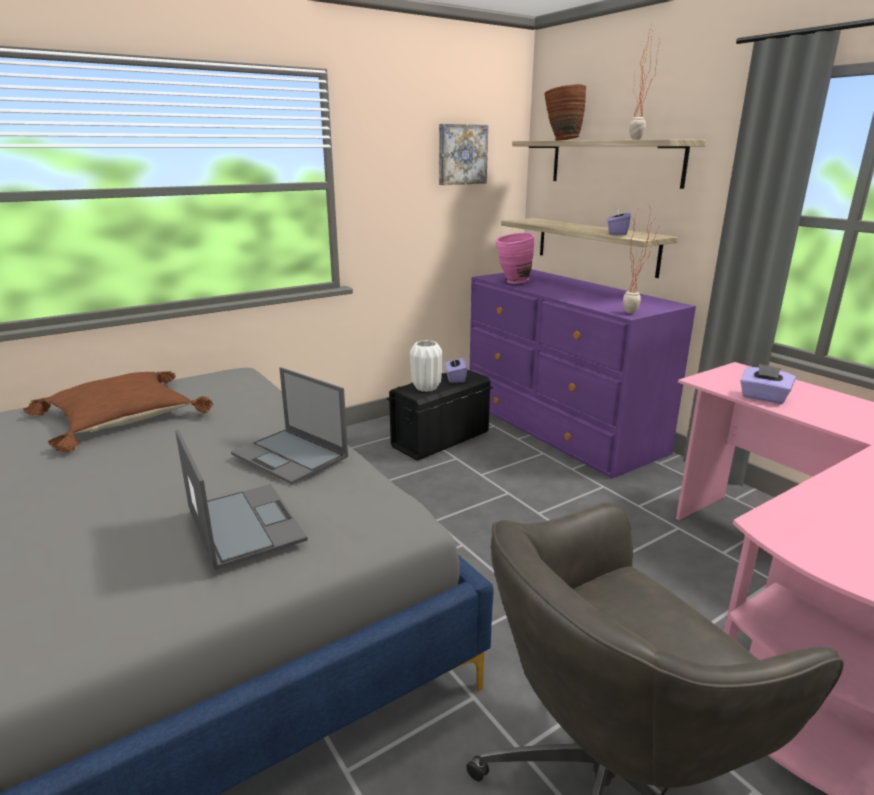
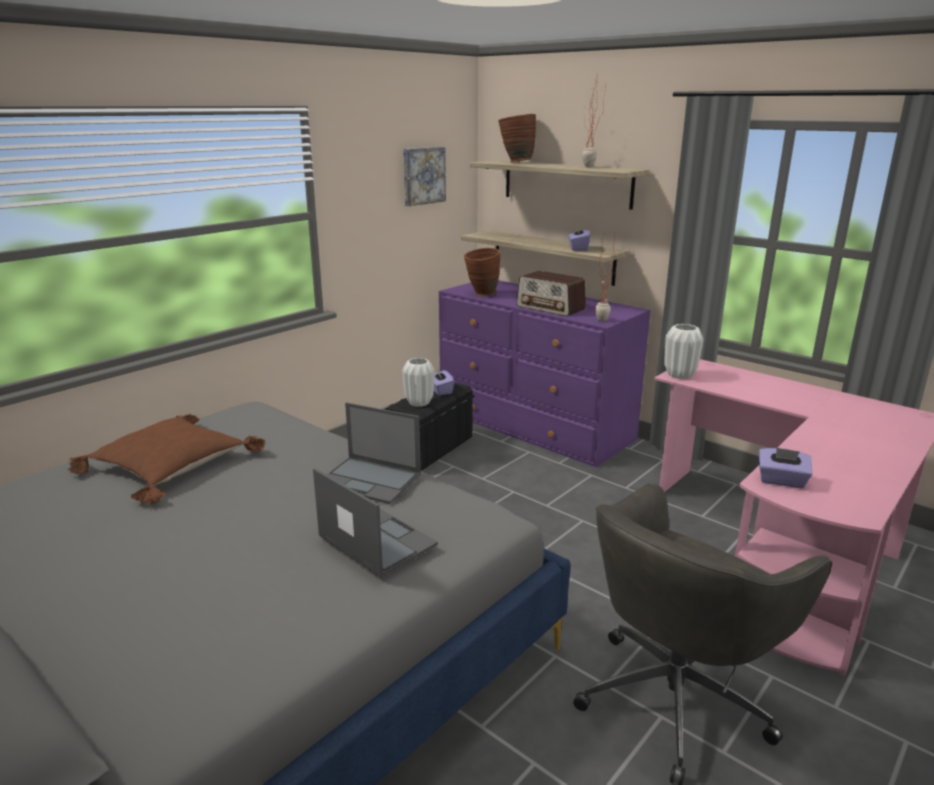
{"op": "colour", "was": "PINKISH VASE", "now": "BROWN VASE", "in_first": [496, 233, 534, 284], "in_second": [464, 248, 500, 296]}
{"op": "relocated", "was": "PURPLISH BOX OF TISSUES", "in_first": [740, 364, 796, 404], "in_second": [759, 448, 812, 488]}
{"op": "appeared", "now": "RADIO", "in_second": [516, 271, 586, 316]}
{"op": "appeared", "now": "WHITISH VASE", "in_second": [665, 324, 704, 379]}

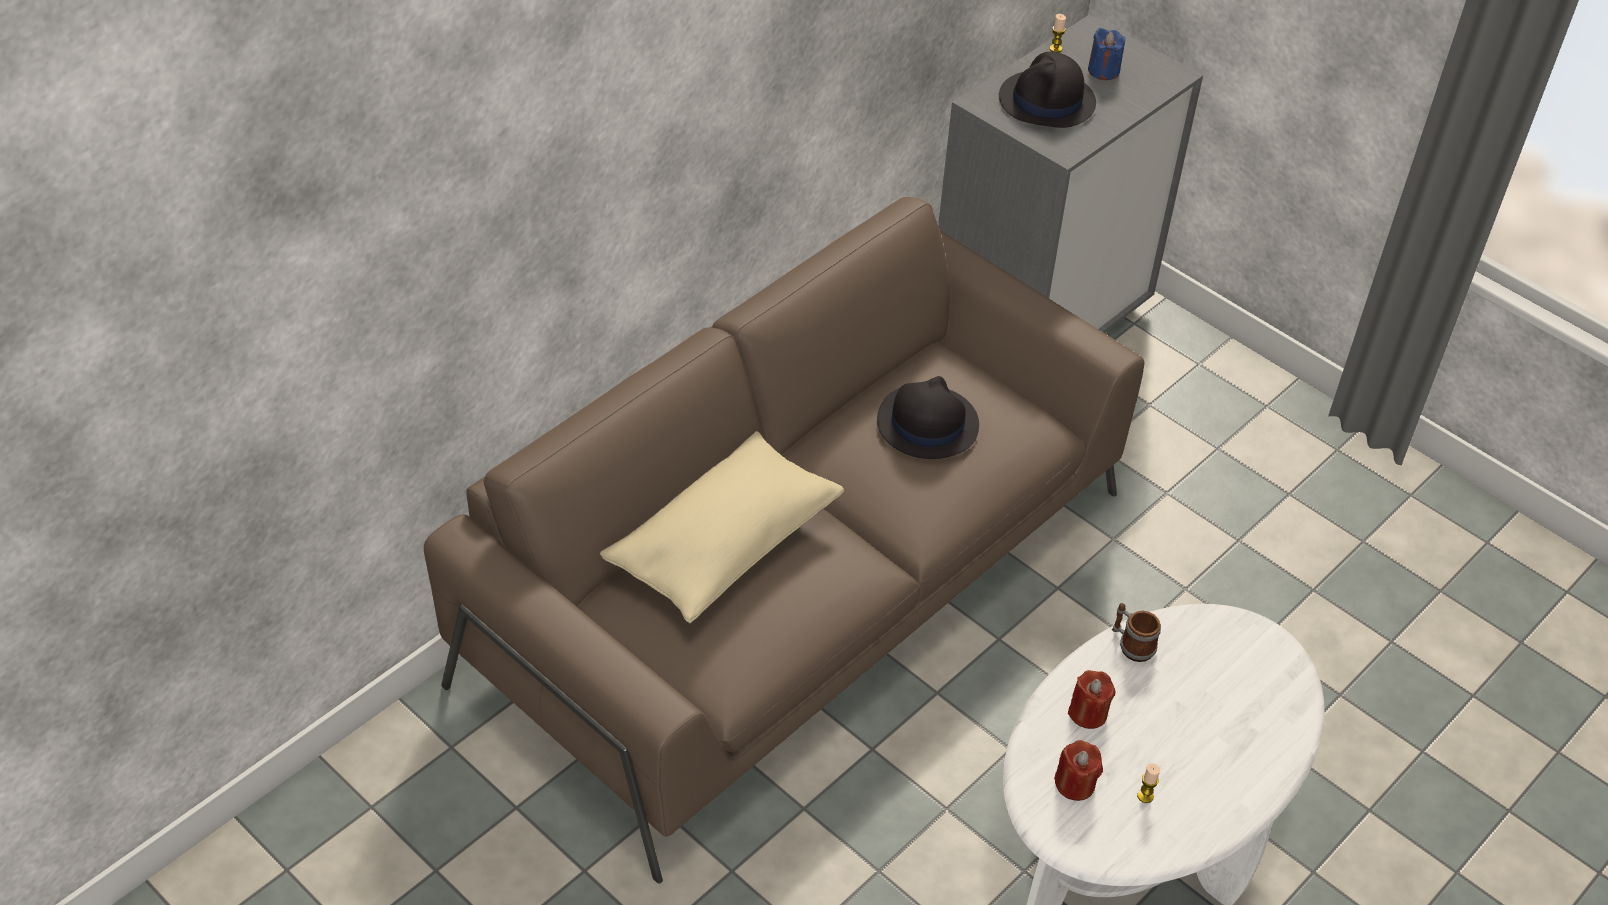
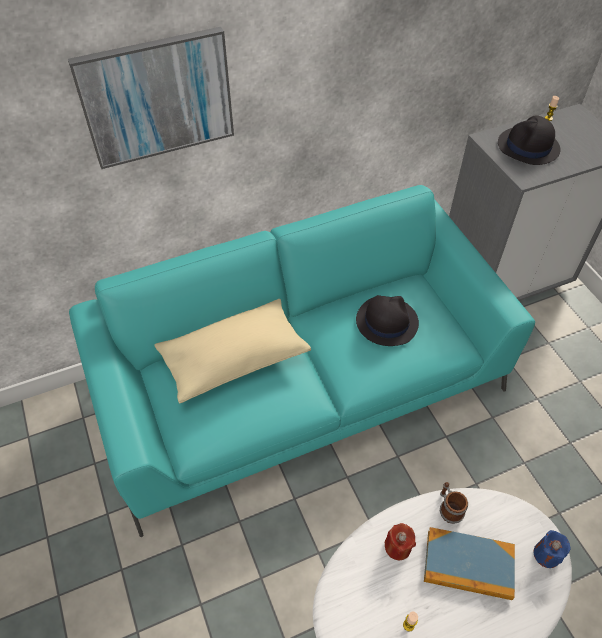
{"op": "colour", "was": "BROWN COUCH", "now": "TURQUOISE COUCH", "in_first": [424, 197, 1144, 884], "in_second": [69, 185, 535, 537]}
{"op": "missing", "was": "REDDISH WAX CANDLE", "in_first": [1054, 740, 1103, 801]}
{"op": "relocated", "was": "BLUE-COLOURED WAX CANDLE", "in_first": [1088, 28, 1125, 80], "in_second": [534, 530, 571, 568]}
{"op": "appeared", "now": "WALL PICTURE", "in_second": [68, 27, 234, 169]}
{"op": "appeared", "now": "BOUND BOOK", "in_second": [424, 527, 515, 600]}

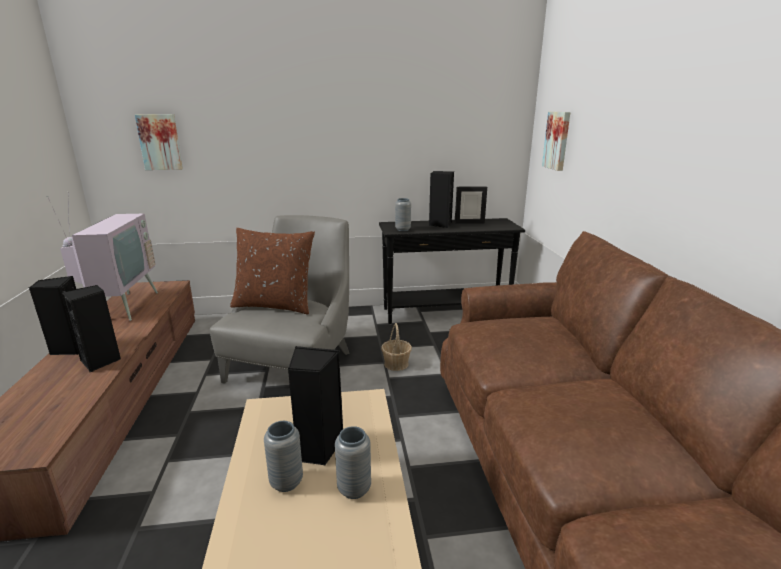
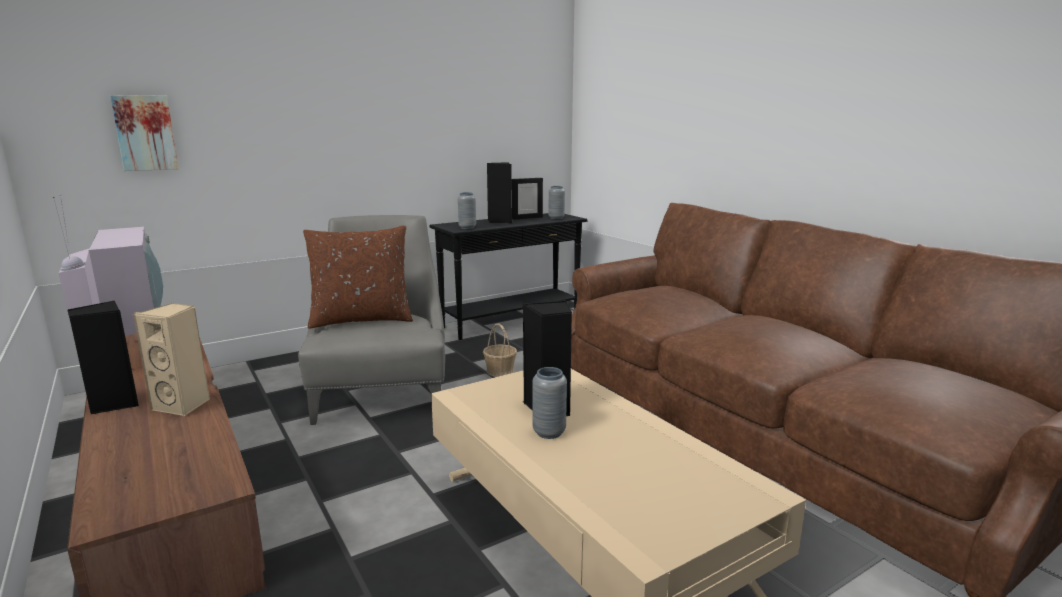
{"op": "colour", "was": "BLACK-COLOURED SPEAKER", "now": "SAND-COLOURED SPEAKER", "in_first": [61, 285, 121, 372], "in_second": [133, 303, 210, 417]}
{"op": "relocated", "was": "GREY VASE", "in_first": [335, 426, 371, 499], "in_second": [549, 186, 565, 219]}
{"op": "missing", "was": "WALL PICTURE", "in_first": [542, 112, 570, 171]}

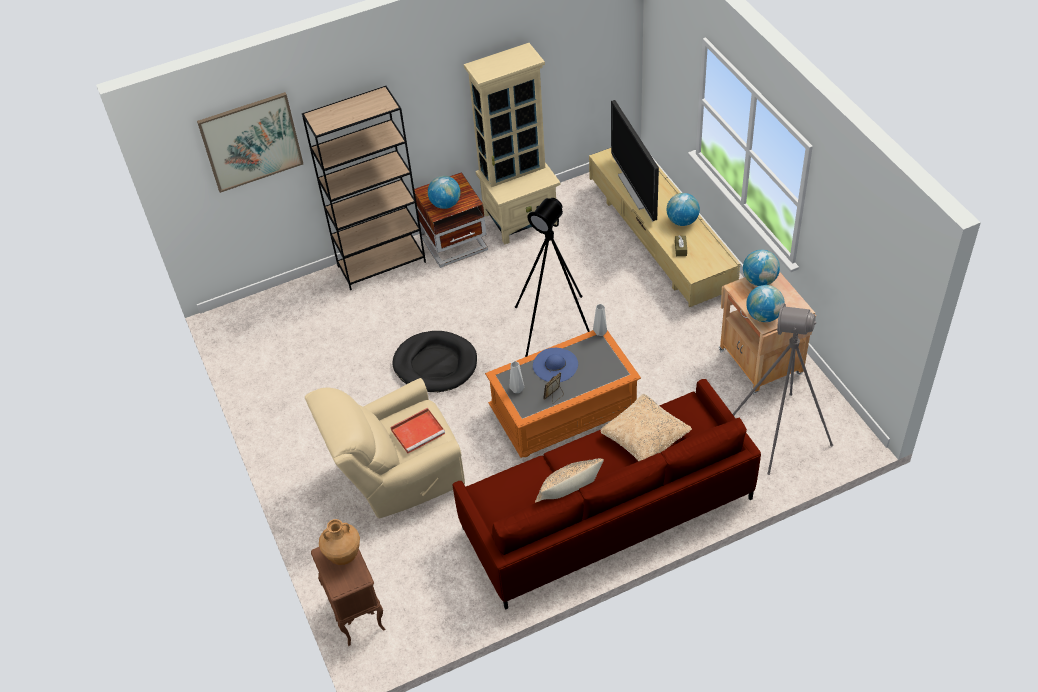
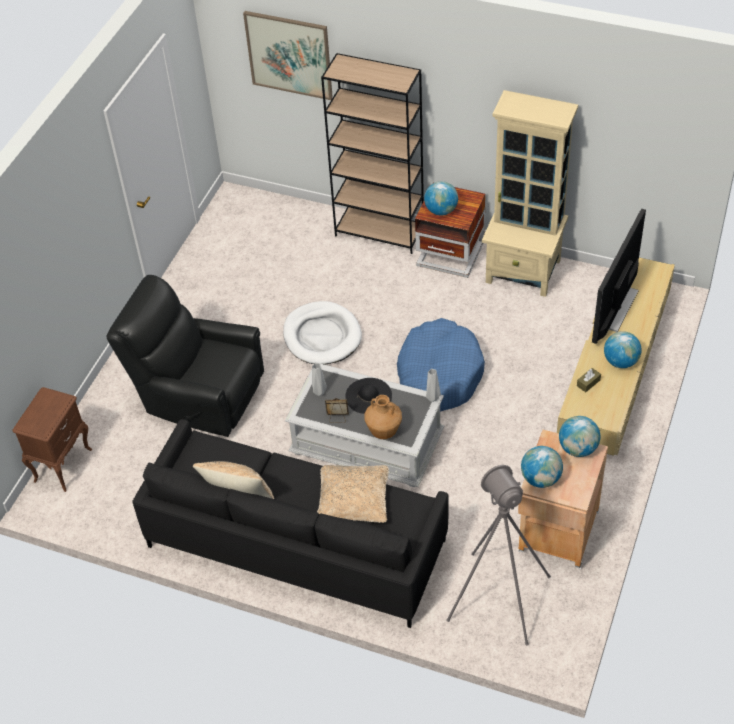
{"op": "colour", "was": "SAND-COLOURED EASY CHAIR", "now": "BLACK-COLOURED EASY CHAIR", "in_first": [305, 378, 465, 519], "in_second": [106, 275, 264, 437]}
{"op": "relocated", "was": "BROWN VASE", "in_first": [319, 519, 360, 565], "in_second": [364, 395, 402, 439]}
{"op": "missing", "was": "REDDISH CARRYING TRAY", "in_first": [390, 408, 445, 453]}
{"op": "colour", "was": "BLACK-COLOURED DOG CUSHION", "now": "WHITISH DOG CUSHION", "in_first": [392, 331, 477, 392], "in_second": [283, 301, 362, 364]}
{"op": "colour", "was": "REDDISH COUCH", "now": "BLACK-COLOURED COUCH", "in_first": [453, 379, 761, 610], "in_second": [132, 419, 448, 628]}
{"op": "colour", "was": "ORANGE-COLOURED COFFEE TABLE", "now": "WHITISH COFFEE TABLE", "in_first": [485, 330, 641, 458], "in_second": [285, 362, 445, 487]}
{"op": "exchanged", "was": "BLACK-COLOURED STANDING LAMP", "now": "BLUE-COLOURED DOG CUSHION", "in_first": [515, 198, 590, 357], "in_second": [397, 318, 485, 412]}
{"op": "colour", "was": "BLUE-COLOURED HAT", "now": "BLACK-COLOURED HAT", "in_first": [533, 348, 578, 382], "in_second": [345, 378, 392, 414]}

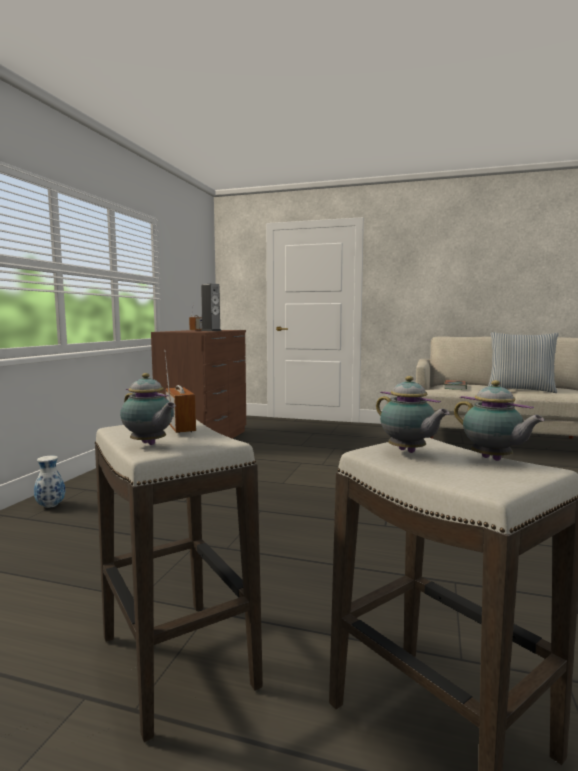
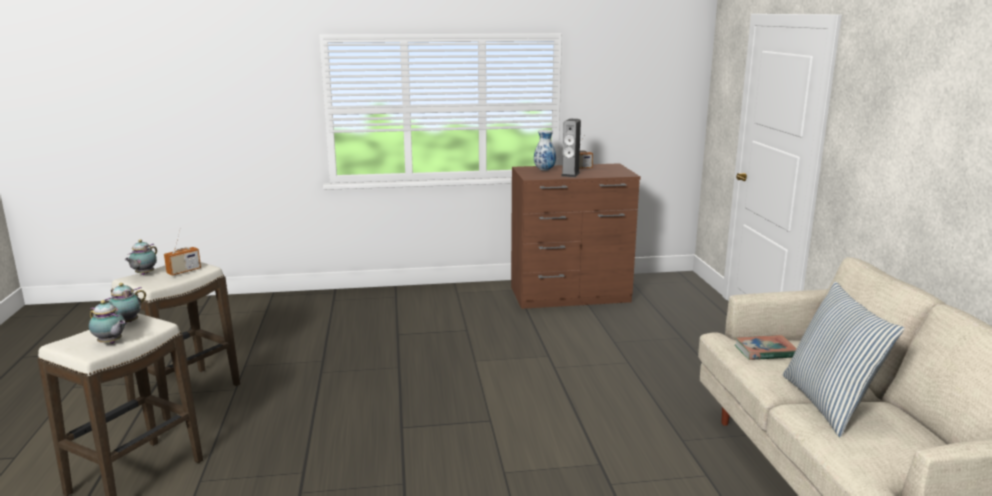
{"op": "relocated", "was": "VASE", "in_first": [34, 456, 65, 508], "in_second": [534, 130, 556, 171]}
{"op": "spun", "was": "TEAPOT", "in_first": [454, 380, 545, 461], "in_second": [89, 300, 125, 344], "clockwise": -90}

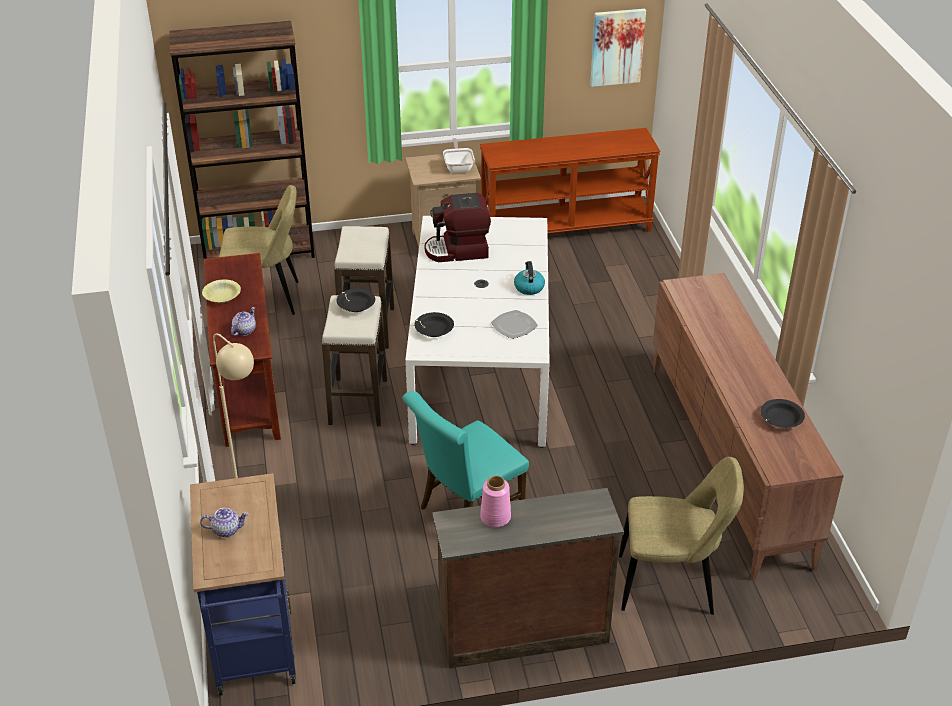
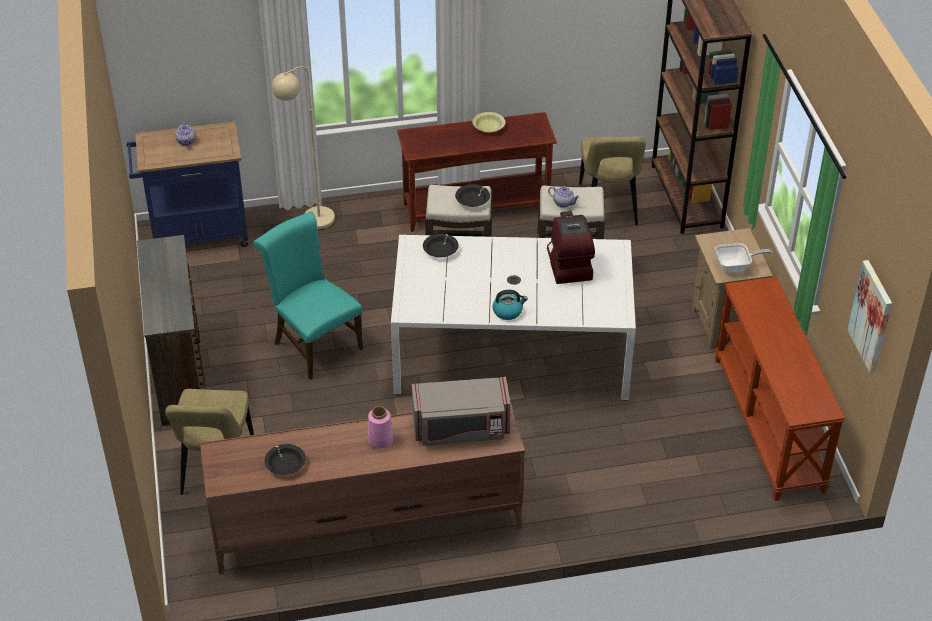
{"op": "relocated", "was": "TEAPOT", "in_first": [231, 307, 256, 336], "in_second": [548, 186, 580, 208]}
{"op": "relocated", "was": "PINKISH VASE", "in_first": [480, 476, 511, 527], "in_second": [368, 406, 393, 448]}
{"op": "missing", "was": "FLAT DISH", "in_first": [491, 310, 538, 339]}
{"op": "appeared", "now": "GREY MICROWAVE OVEN", "in_second": [412, 377, 511, 446]}

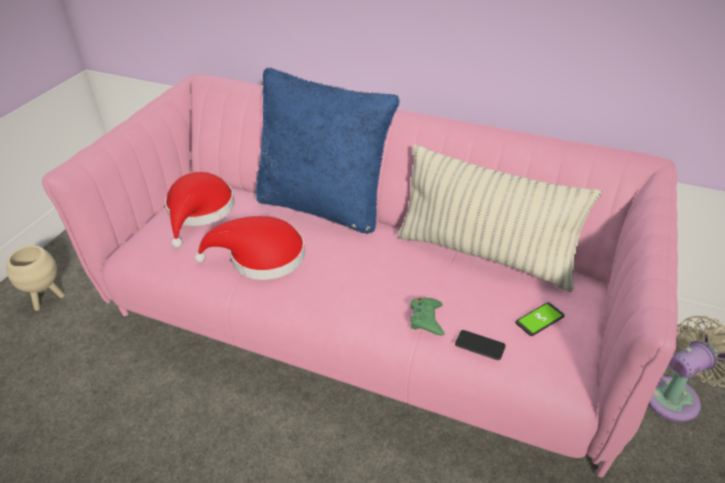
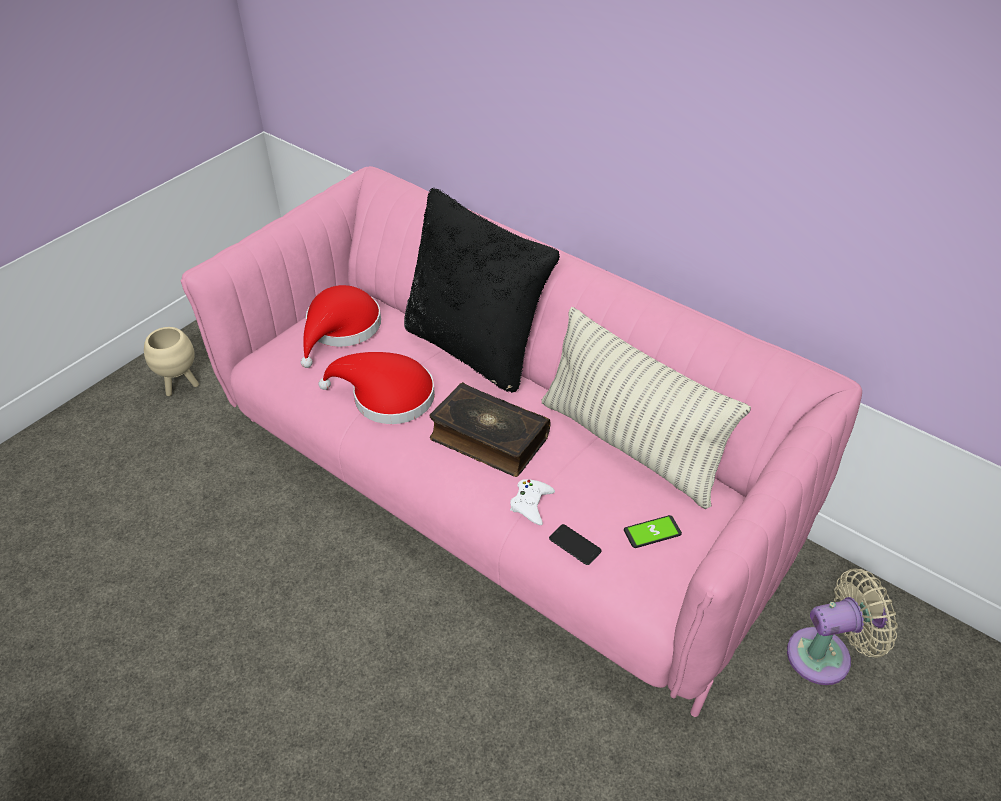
{"op": "colour", "was": "BLUE-COLOURED CUSHION", "now": "BLACK-COLOURED CUSHION", "in_first": [256, 68, 400, 233], "in_second": [404, 187, 561, 393]}
{"op": "colour", "was": "GREEN GAMEPAD", "now": "WHITISH GAMEPAD", "in_first": [410, 298, 445, 336], "in_second": [510, 479, 555, 525]}
{"op": "appeared", "now": "BOUND BOOK", "in_second": [430, 382, 551, 477]}

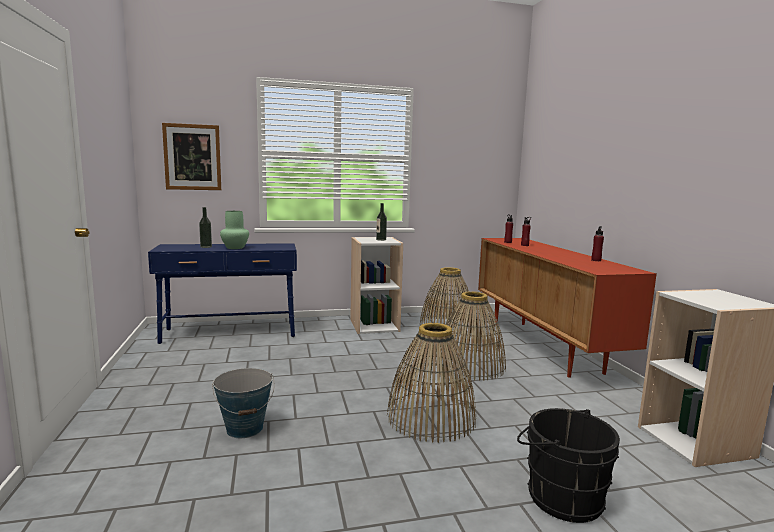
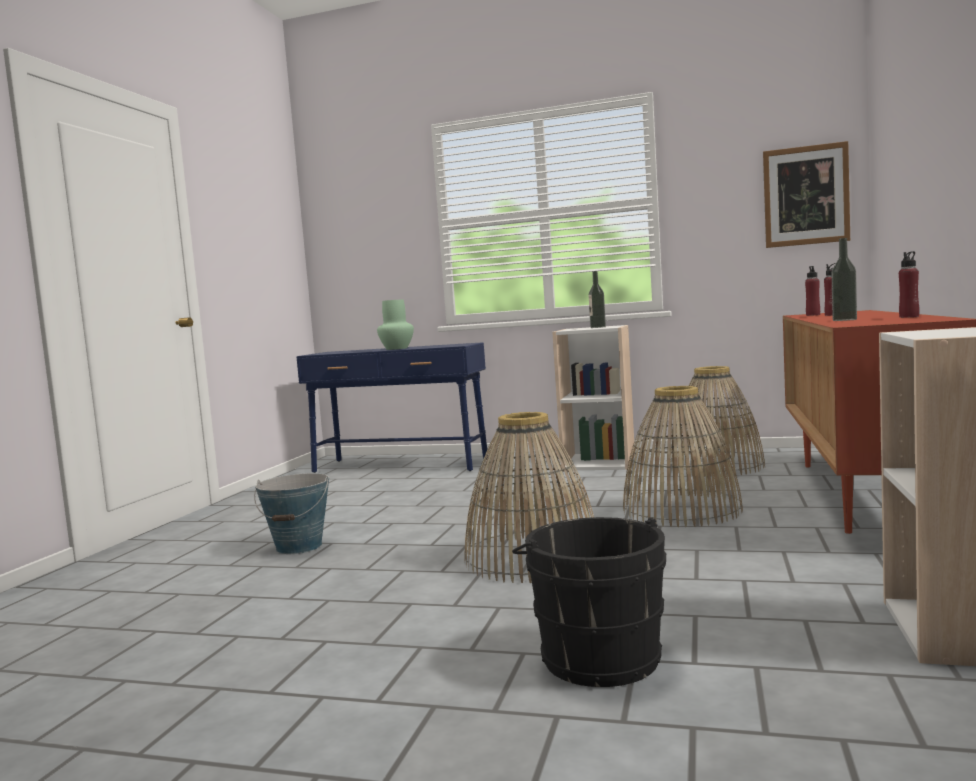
{"op": "relocated", "was": "WALL PICTURE", "in_first": [162, 123, 221, 190], "in_second": [763, 141, 850, 248]}
{"op": "relocated", "was": "BEVERAGE BOTTLE", "in_first": [199, 207, 212, 248], "in_second": [831, 238, 857, 321]}

